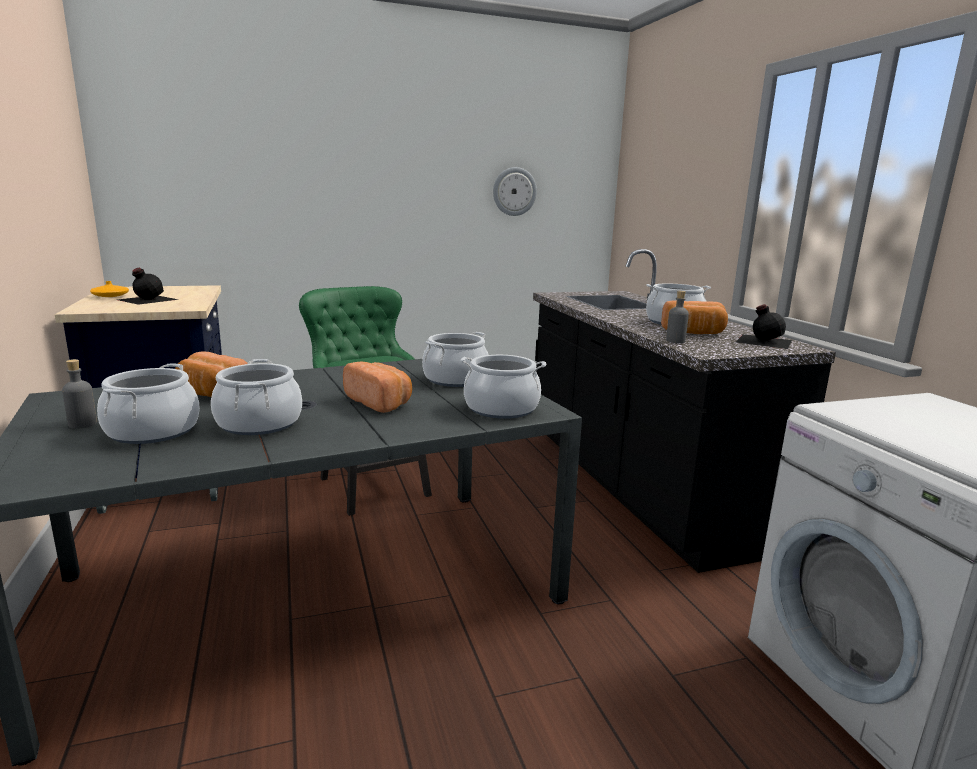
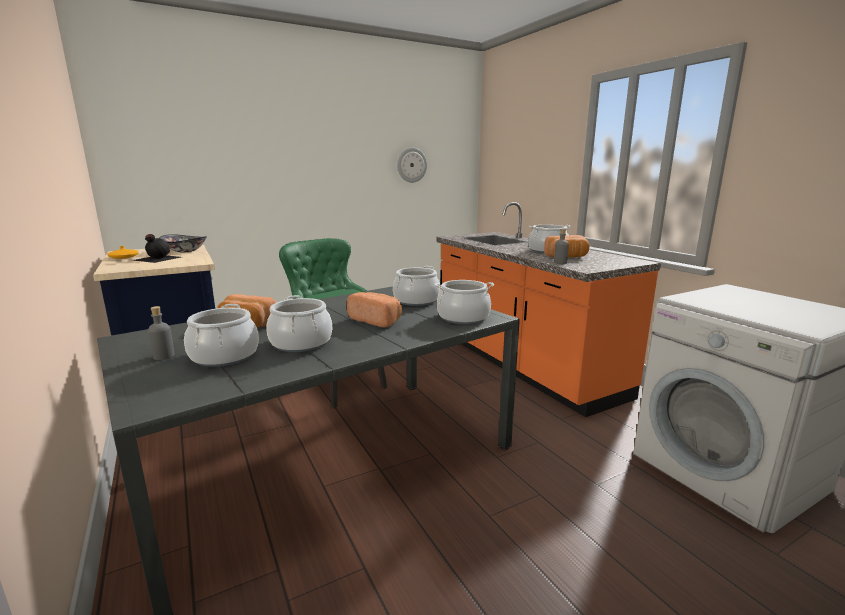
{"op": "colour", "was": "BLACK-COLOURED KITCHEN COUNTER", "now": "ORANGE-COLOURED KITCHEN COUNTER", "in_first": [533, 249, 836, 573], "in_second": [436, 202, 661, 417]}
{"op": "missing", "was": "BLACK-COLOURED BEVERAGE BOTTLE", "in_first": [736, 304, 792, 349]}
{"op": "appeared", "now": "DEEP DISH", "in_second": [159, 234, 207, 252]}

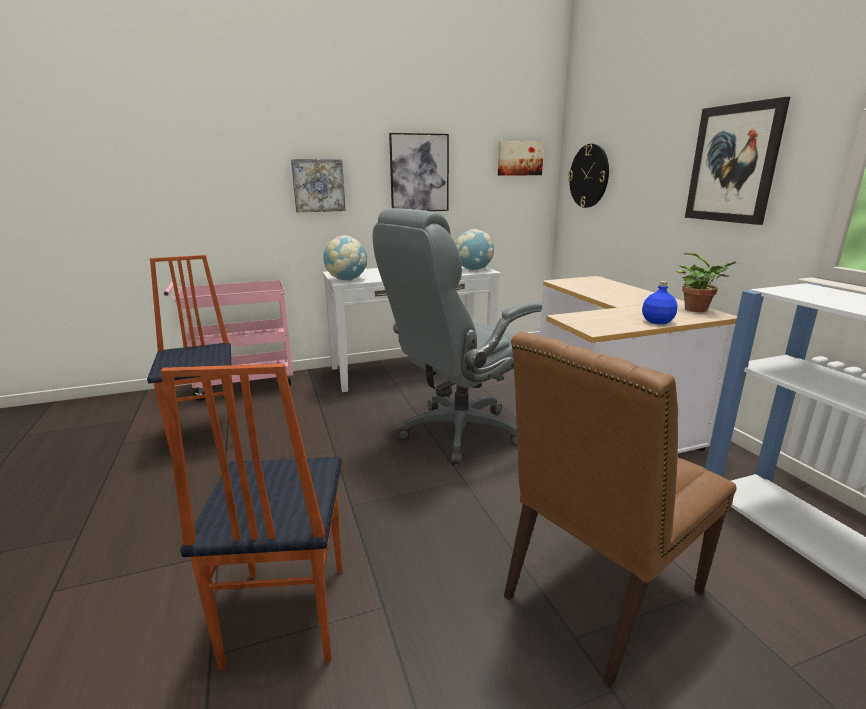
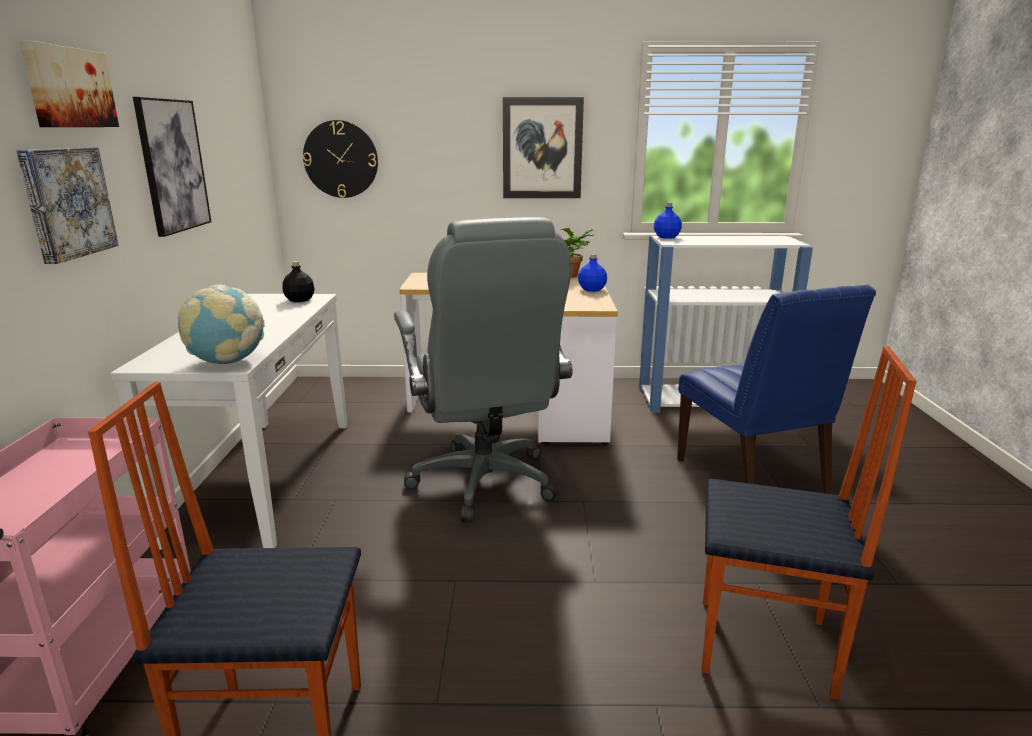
{"op": "exchanged", "was": "GLOBE", "now": "BLACK-COLOURED BEVERAGE BOTTLE", "in_first": [455, 229, 494, 271], "in_second": [283, 261, 315, 302]}
{"op": "relocated", "was": "WALL PICTURE", "in_first": [498, 141, 544, 176], "in_second": [20, 40, 119, 127]}
{"op": "colour", "was": "BROWN UPRIGHT CHAIR", "now": "BLUE-COLOURED UPRIGHT CHAIR", "in_first": [504, 331, 737, 687], "in_second": [677, 285, 876, 494]}
{"op": "appeared", "now": "BLUE-COLOURED BEVERAGE BOTTLE", "in_second": [654, 203, 682, 239]}

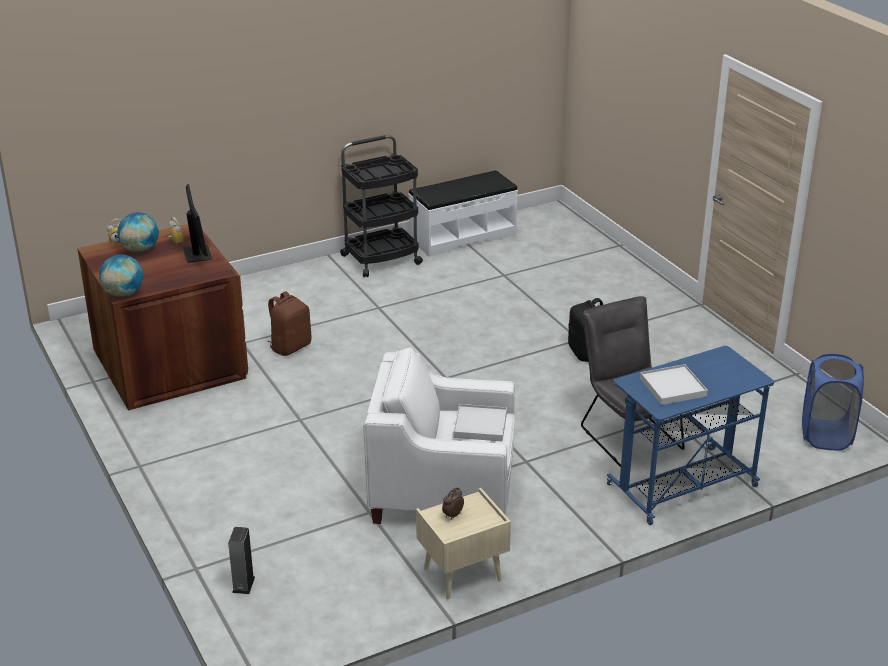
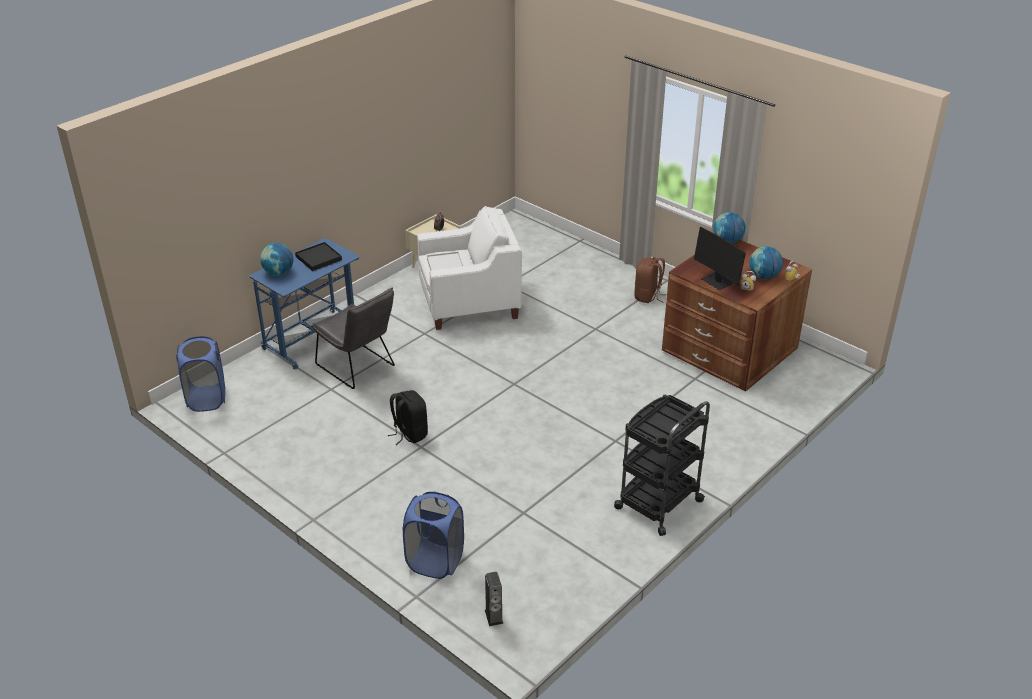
{"op": "relocated", "was": "SPEAKER", "in_first": [228, 527, 255, 594], "in_second": [485, 572, 503, 626]}
{"op": "relocated", "was": "BROWN KNAPSACK", "in_first": [267, 291, 311, 356], "in_second": [634, 257, 667, 303]}
{"op": "missing", "was": "WHITISH INDOOR BENCH", "in_first": [408, 170, 518, 257]}
{"op": "colour", "was": "WHITISH CARRYING TRAY", "now": "BLACK-COLOURED CARRYING TRAY", "in_first": [640, 364, 708, 405], "in_second": [295, 242, 342, 271]}
{"op": "appeared", "now": "GLOBE", "in_second": [260, 243, 293, 276]}
{"op": "appeared", "now": "BLUE-COLOURED LAUNDRY BASKET", "in_second": [403, 491, 464, 579]}

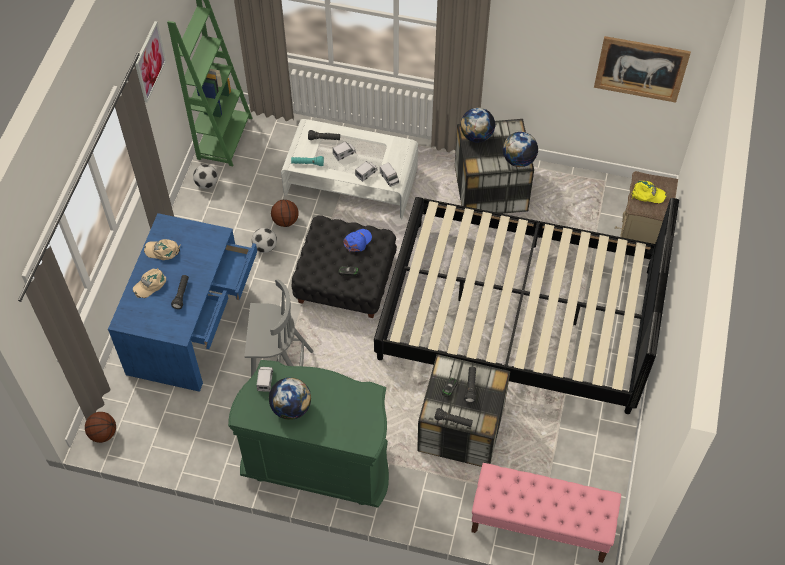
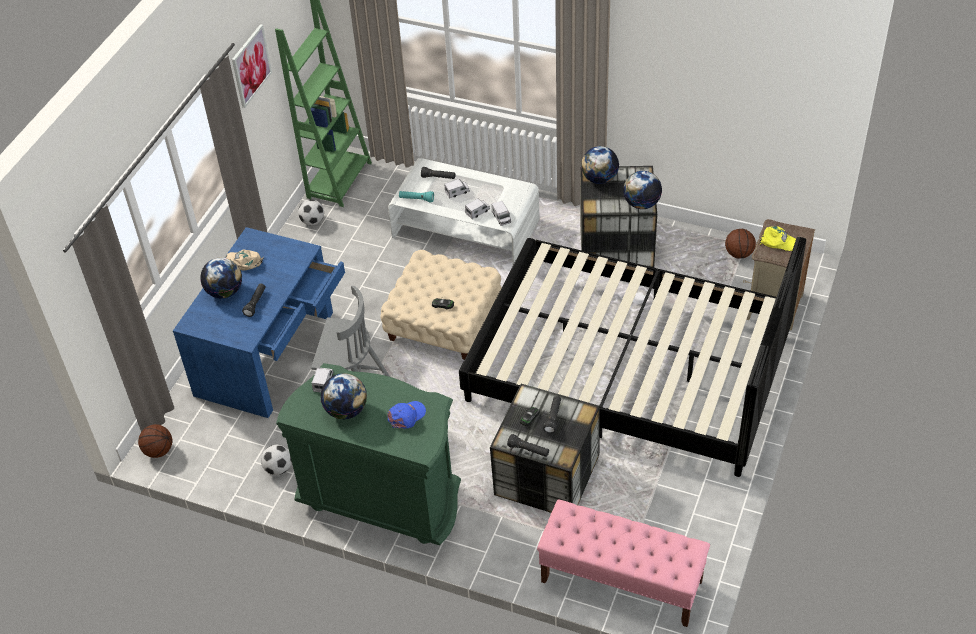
{"op": "exchanged", "was": "SAND-COLOURED PEAKED CAP", "now": "GLOBE", "in_first": [133, 268, 166, 298], "in_second": [200, 257, 242, 299]}
{"op": "relocated", "was": "FOOTBALL", "in_first": [252, 228, 277, 253], "in_second": [261, 445, 292, 475]}
{"op": "relocated", "was": "BALL FOR BASKETBALL", "in_first": [271, 200, 299, 227], "in_second": [725, 229, 756, 258]}
{"op": "colour", "was": "BLACK-COLOURED FOOTREST", "now": "SAND-COLOURED FOOTREST", "in_first": [291, 215, 397, 318], "in_second": [380, 250, 502, 360]}
{"op": "relocated", "was": "BLUE-COLOURED PEAKED CAP", "in_first": [343, 229, 372, 252], "in_second": [388, 401, 426, 428]}
{"op": "missing", "was": "WALL PICTURE", "in_first": [594, 36, 691, 103]}

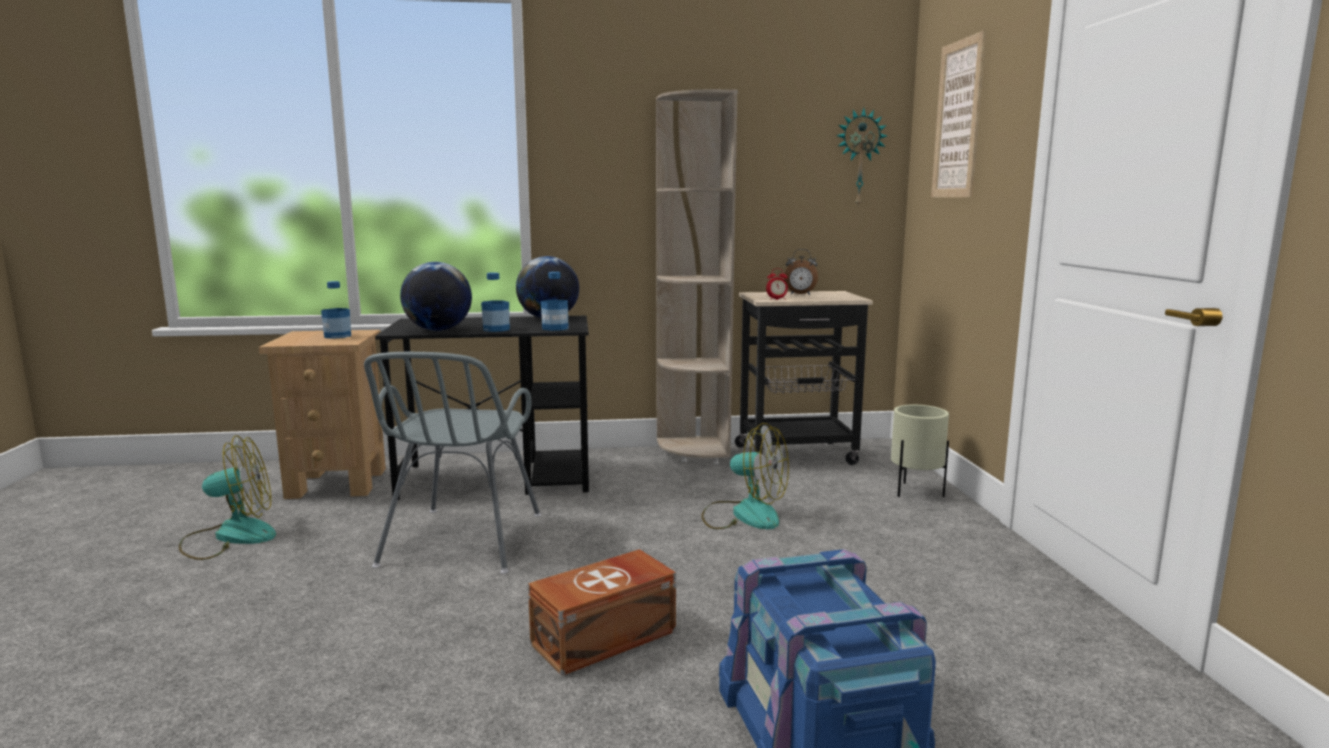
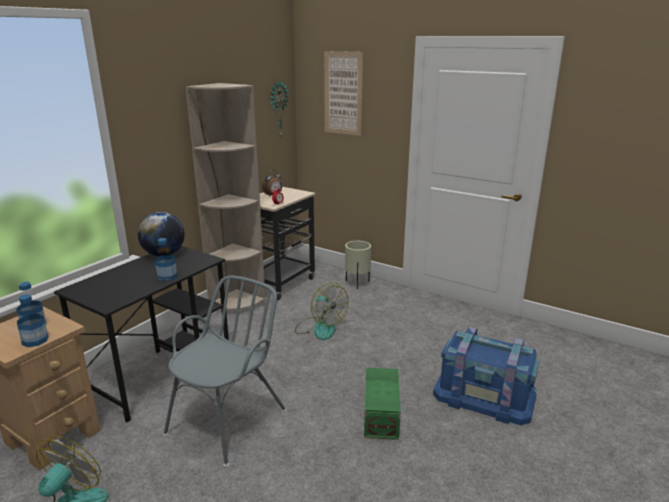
{"op": "spun", "was": "GREY UPRIGHT CHAIR", "in_first": [364, 352, 541, 574], "in_second": [163, 276, 287, 467], "clockwise": -105}
{"op": "missing", "was": "GLOBE", "in_first": [400, 262, 472, 331]}
{"op": "colour", "was": "BROWN STORAGE BOX", "now": "GREEN STORAGE BOX", "in_first": [528, 549, 676, 676], "in_second": [364, 368, 401, 440]}
{"op": "relocated", "was": "BEVERAGE BOTTLE", "in_first": [541, 272, 569, 331], "in_second": [17, 294, 49, 347]}
{"op": "spun", "was": "FAN", "in_first": [701, 423, 789, 529], "in_second": [295, 283, 349, 340], "clockwise": 75}

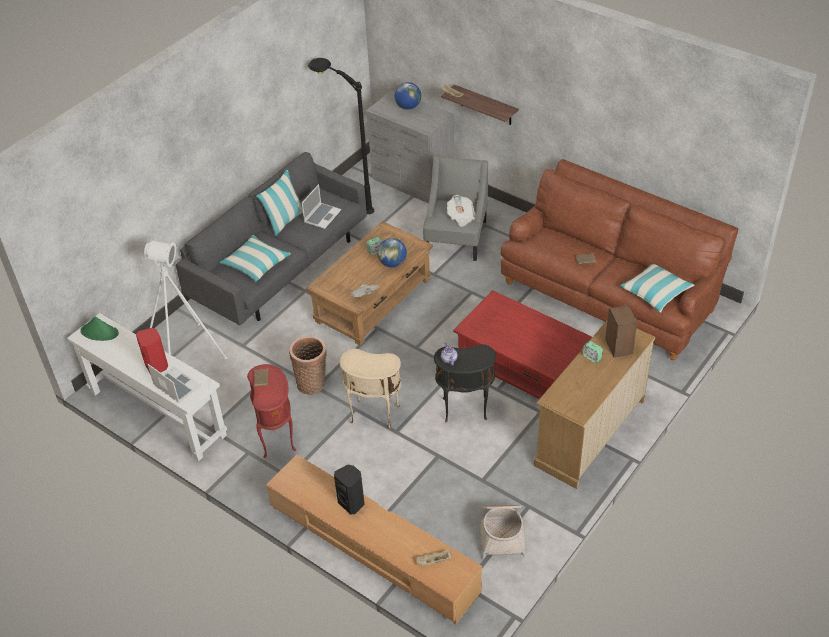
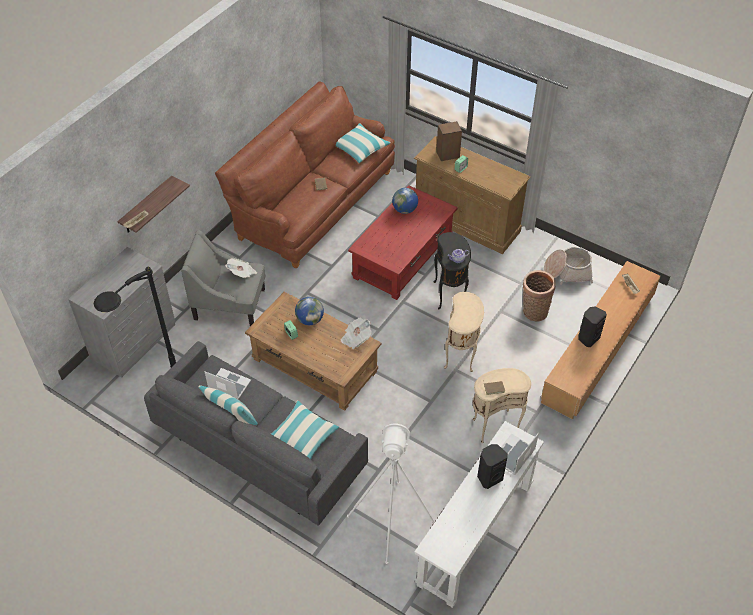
{"op": "missing", "was": "GREEN HAT", "in_first": [80, 316, 119, 341]}
{"op": "colour", "was": "REDDISH SPEAKER", "now": "BLACK-COLOURED SPEAKER", "in_first": [136, 328, 168, 375], "in_second": [477, 444, 508, 489]}
{"op": "colour", "was": "REDDISH END TABLE", "now": "SAND-COLOURED END TABLE", "in_first": [247, 364, 296, 458], "in_second": [472, 368, 531, 443]}
{"op": "relocated", "was": "HOUSEHOLD BASKET", "in_first": [289, 336, 327, 395], "in_second": [523, 270, 556, 322]}
{"op": "relocated", "was": "GLOBE", "in_first": [395, 82, 421, 110], "in_second": [392, 188, 418, 214]}

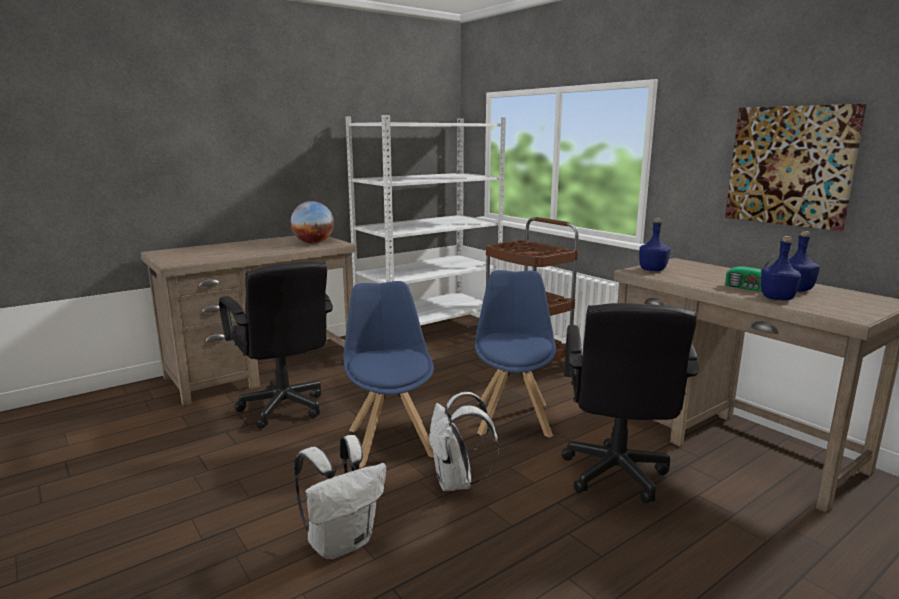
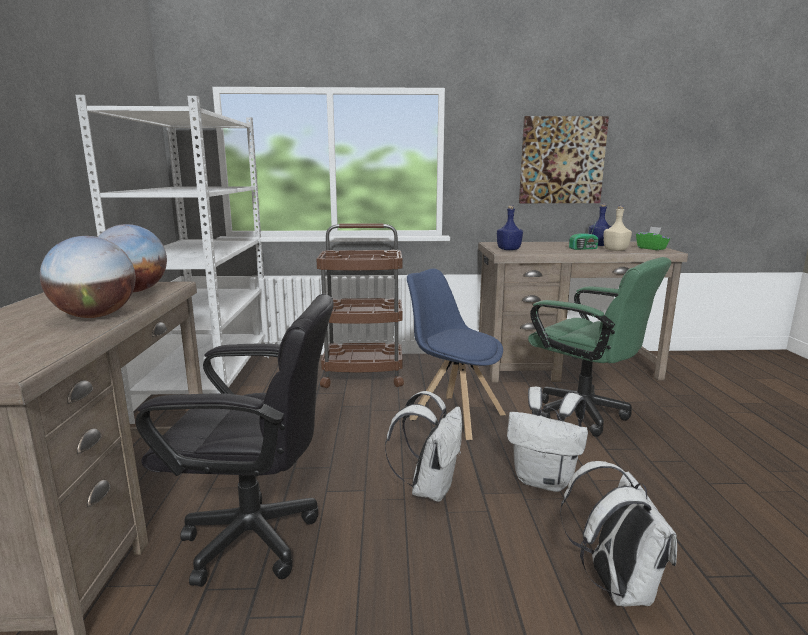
{"op": "exchanged", "was": "BLUE-COLOURED UPRIGHT CHAIR", "now": "WHITISH KNAPSACK", "in_first": [343, 281, 434, 468], "in_second": [385, 391, 462, 502]}
{"op": "colour", "was": "BLACK-COLOURED OFFICE CHAIR", "now": "GREEN OFFICE CHAIR", "in_first": [562, 303, 699, 503], "in_second": [528, 257, 671, 437]}
{"op": "colour", "was": "BLUE-COLOURED BEVERAGE BOTTLE", "now": "SAND-COLOURED BEVERAGE BOTTLE", "in_first": [761, 236, 801, 300], "in_second": [604, 205, 632, 251]}
{"op": "appeared", "now": "GLOBE", "in_second": [40, 236, 136, 318]}
{"op": "appeared", "now": "GREEN BOX OF TISSUES", "in_second": [636, 227, 670, 250]}

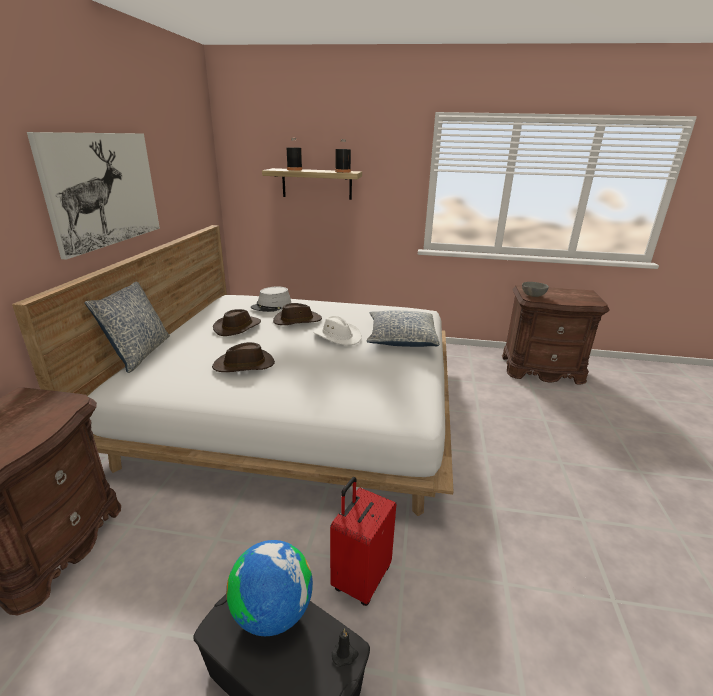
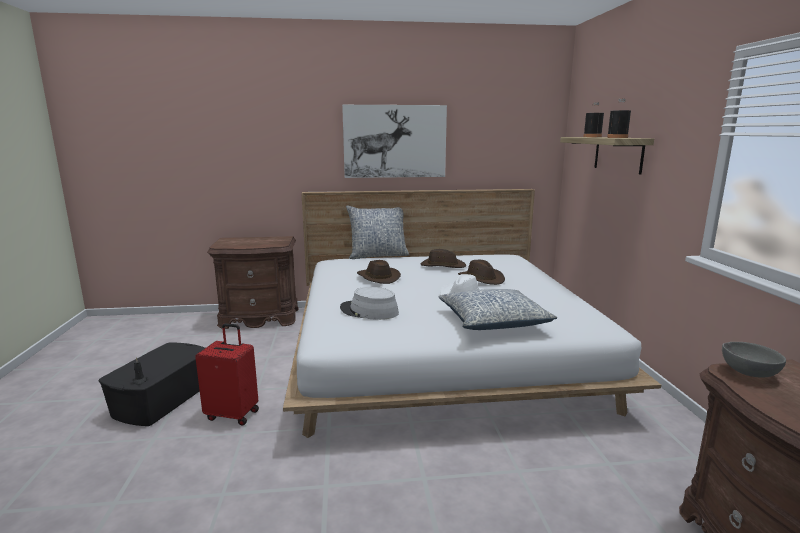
{"op": "missing", "was": "GLOBE", "in_first": [226, 540, 313, 636]}
{"op": "relocated", "was": "GREY HAT", "in_first": [251, 286, 291, 312], "in_second": [340, 287, 399, 320]}

